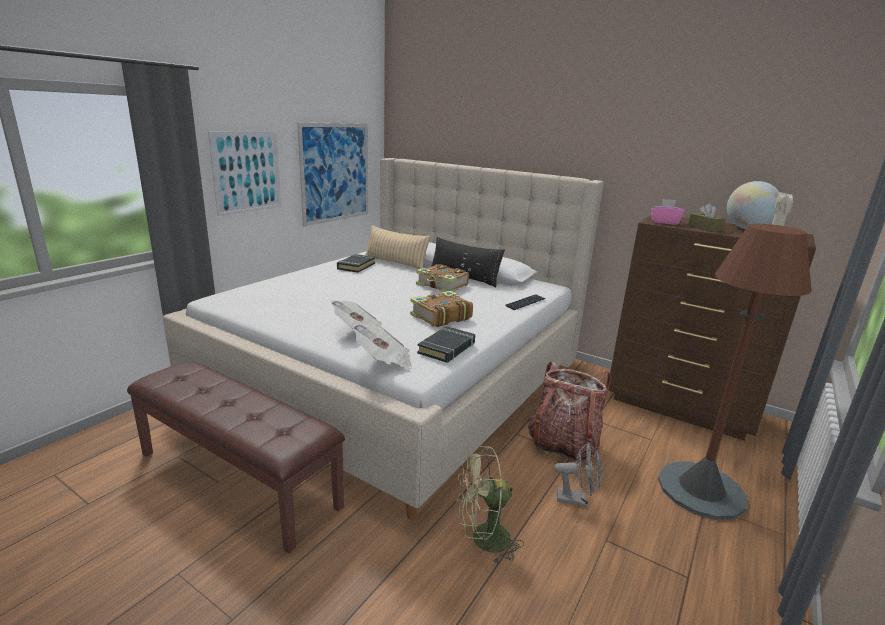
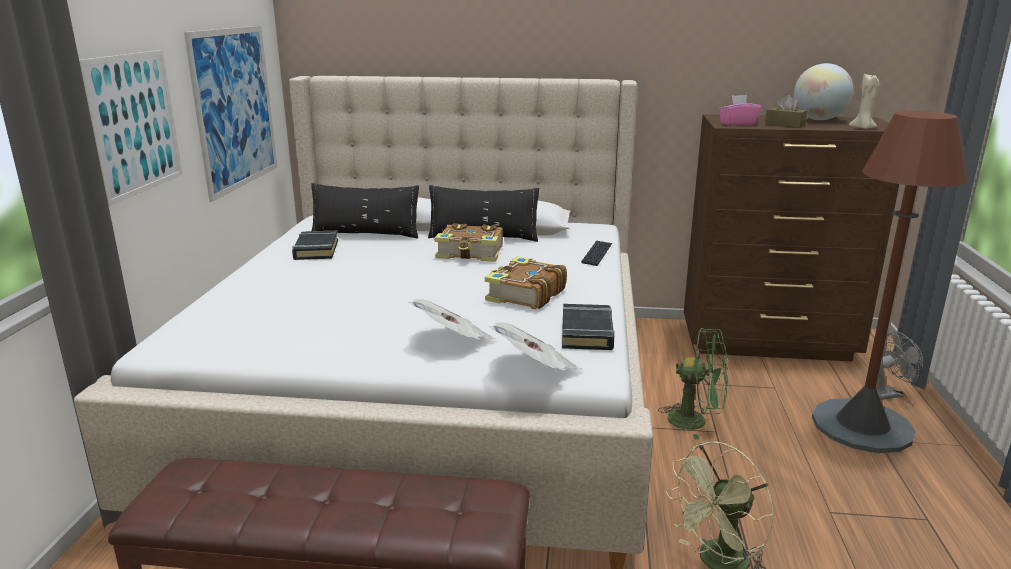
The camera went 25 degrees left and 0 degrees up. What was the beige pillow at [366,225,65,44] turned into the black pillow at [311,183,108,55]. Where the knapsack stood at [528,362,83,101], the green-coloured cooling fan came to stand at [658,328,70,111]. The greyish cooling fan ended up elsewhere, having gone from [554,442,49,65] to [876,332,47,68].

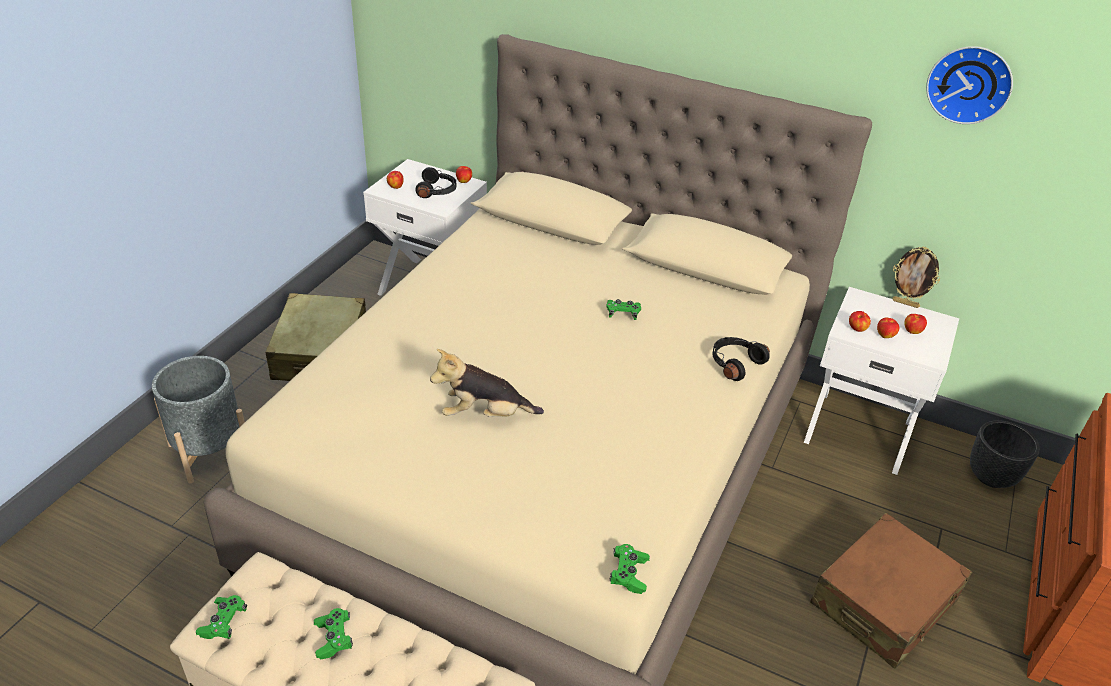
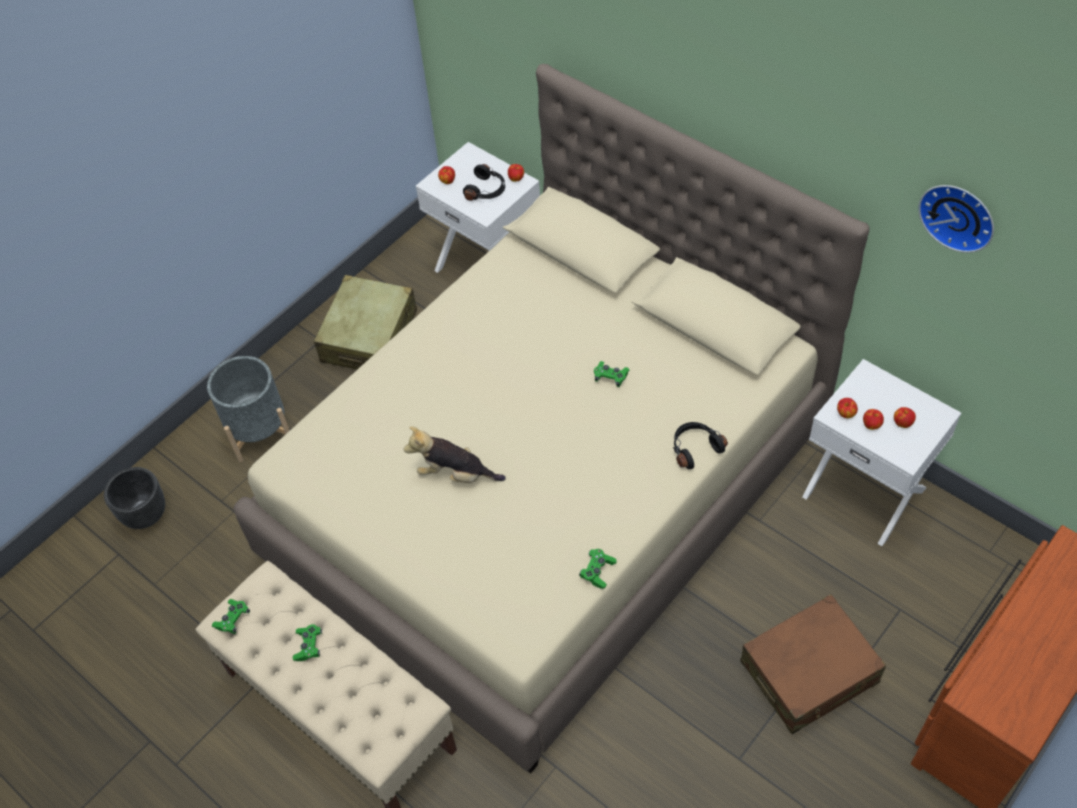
The camera went 20 degrees right and 15 degrees up. The black plant pot ended up elsewhere, having gone from [970,420,70,68] to [104,467,61,62]. The green-coloured joypad ended up elsewhere, having gone from [609,544,41,50] to [579,549,38,40]. The second view lost the photo frame at [892,247,48,61].

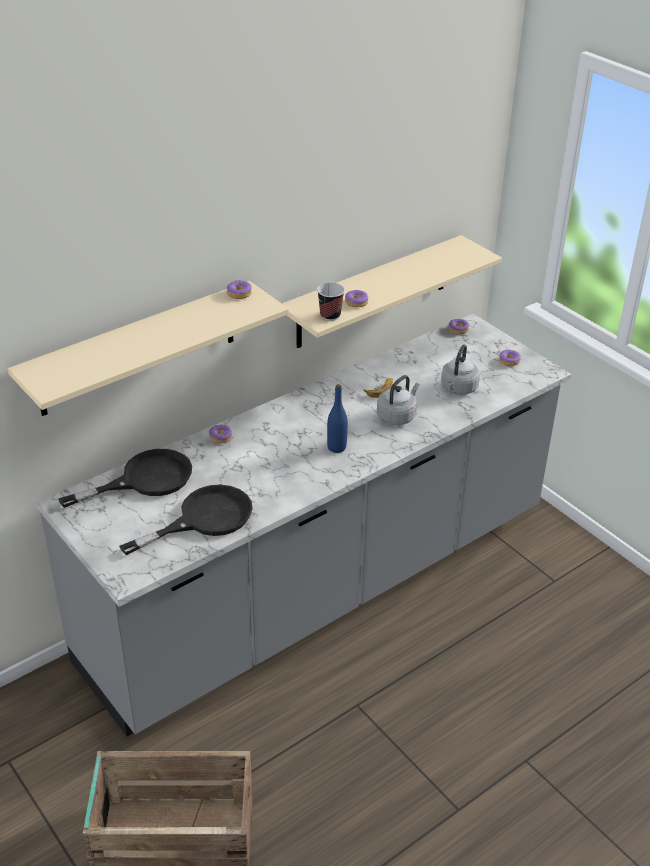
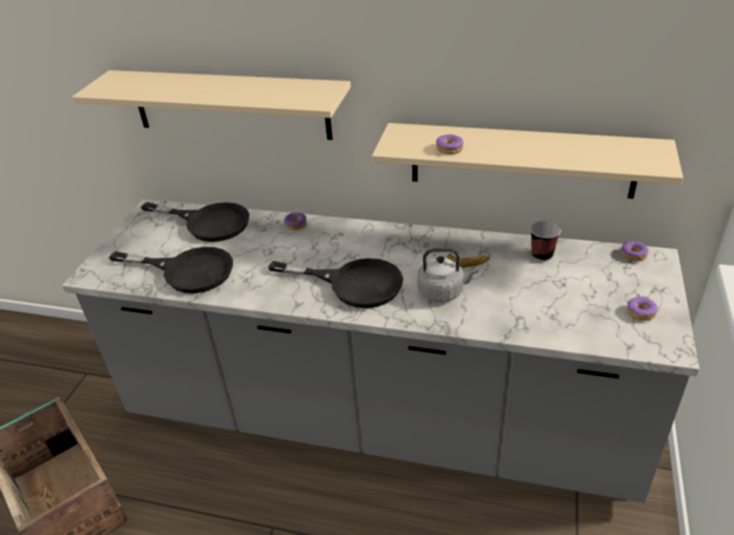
The camera went 55 degrees right and 0 degrees up. Where the blue-coloured bottle stood at [327,384,21,69], the black frying pan came to stand at [268,258,135,50]. The cup ended up elsewhere, having gone from [317,283,28,38] to [530,221,31,41]. The second view lost the doughnut at [227,280,25,19]. The second view lost the greyish tea kettle at [441,344,39,51].

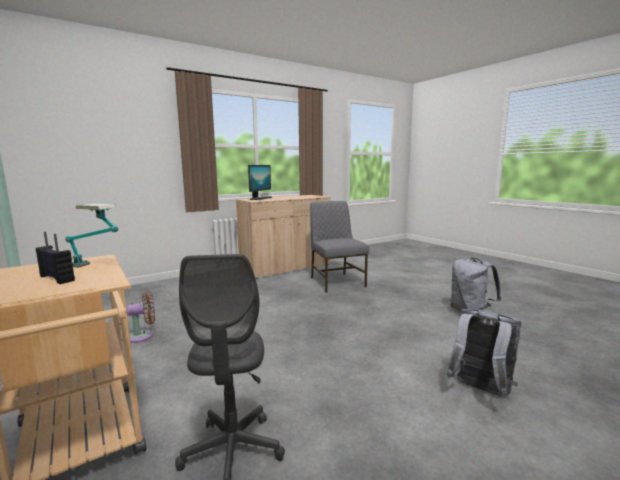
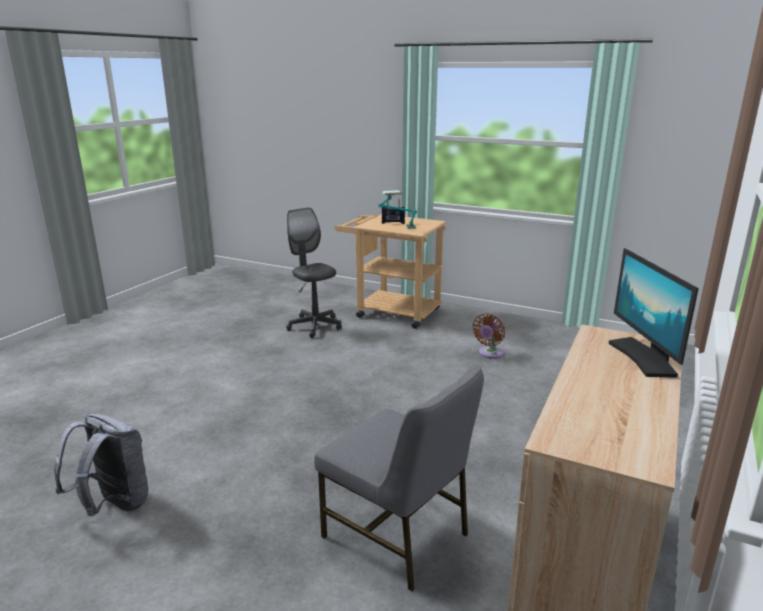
The camera went 150 degrees right and 10 degrees up. The second view lost the greyish knapsack at [446,309,76,88].

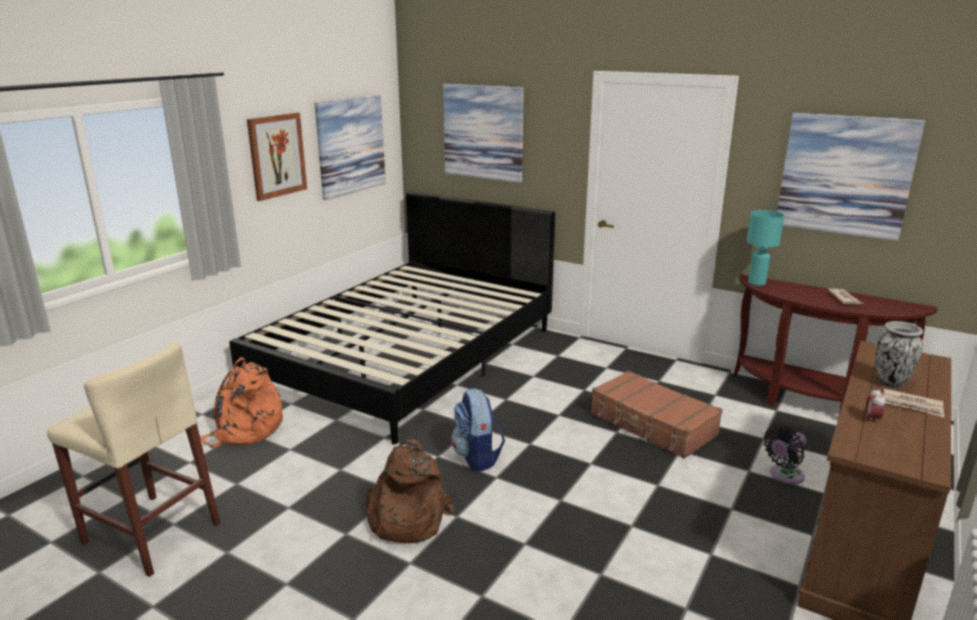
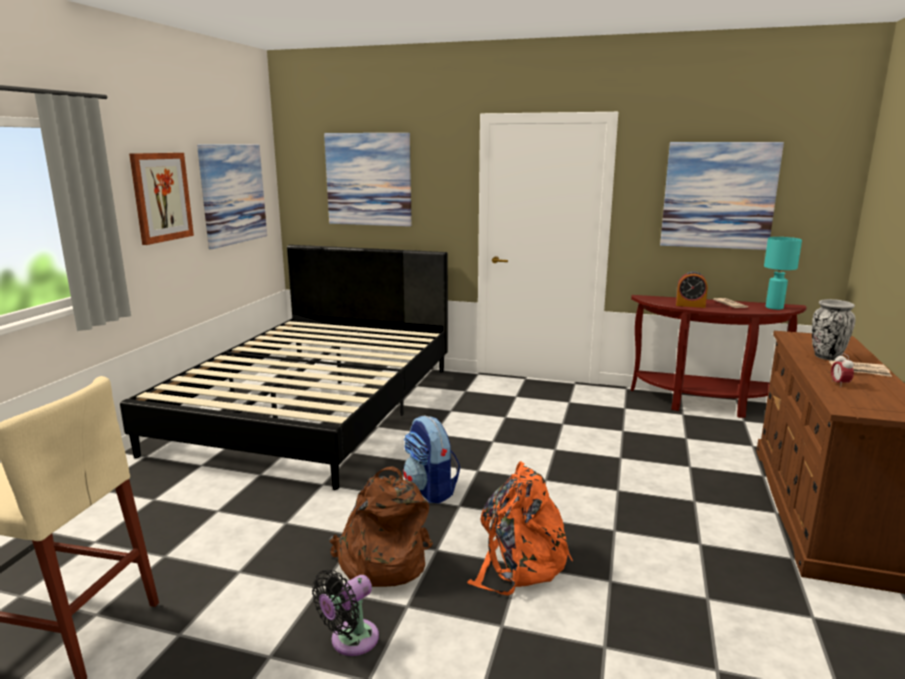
The camera went 15 degrees left and 5 degrees down. The black cooling fan ended up elsewhere, having gone from [764,425,42,60] to [312,570,67,86]. The orange-coloured knapsack ended up elsewhere, having gone from [200,357,83,91] to [467,461,106,134]. The second view gained the alarm clock at [676,271,32,37]. The turquoise tabletop lamp ended up elsewhere, having gone from [747,210,37,76] to [764,237,38,73]. The second view lost the brownish suitcase at [591,371,132,88].

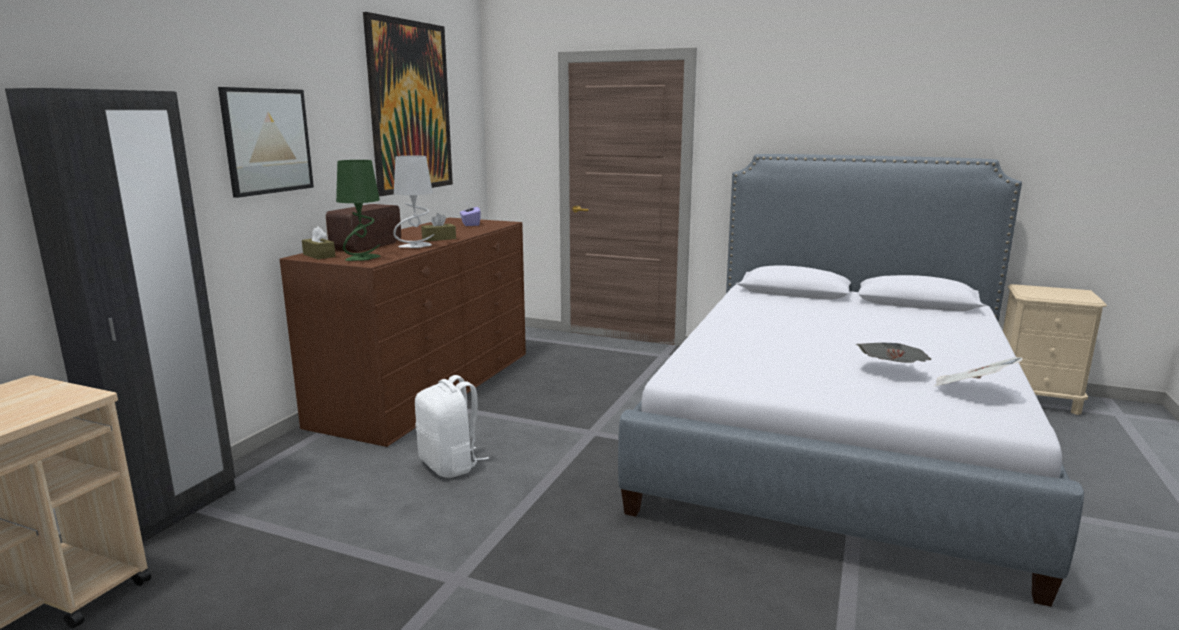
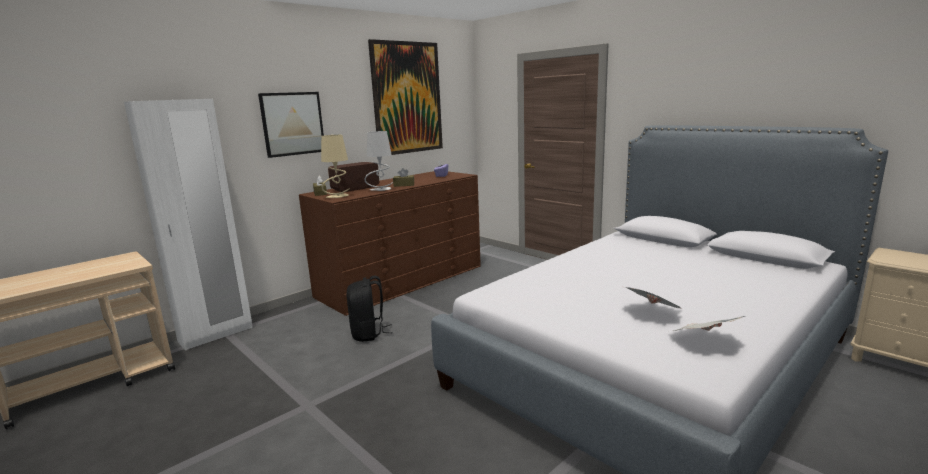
The camera went 25 degrees right and 0 degrees up. What was the black armoire at [5,88,231,454] turned into the whitish armoire at [124,99,129,252]. What was the green-coloured tabletop lamp at [336,160,44,101] turned into the beige tabletop lamp at [321,135,29,63]. What was the whitish knapsack at [415,375,74,103] turned into the black knapsack at [347,276,46,66].

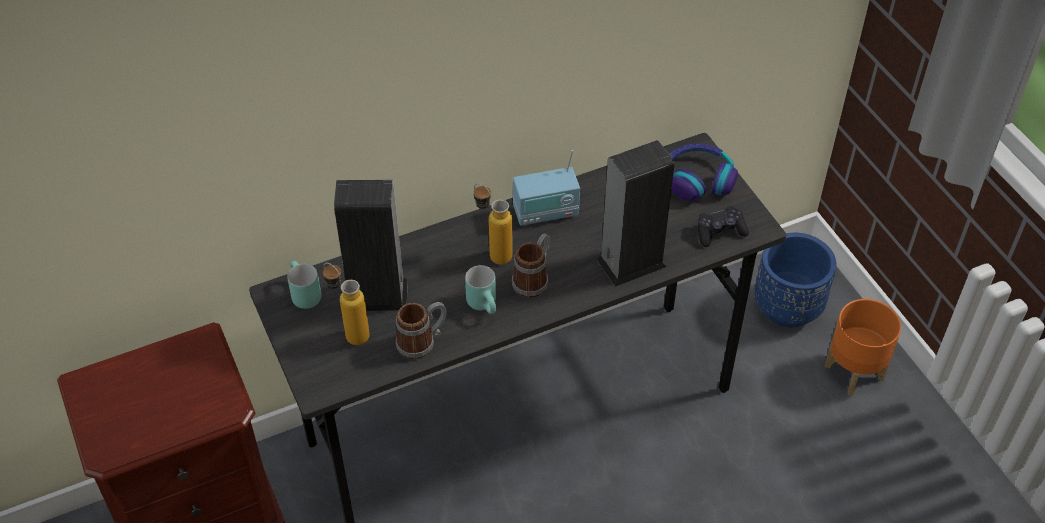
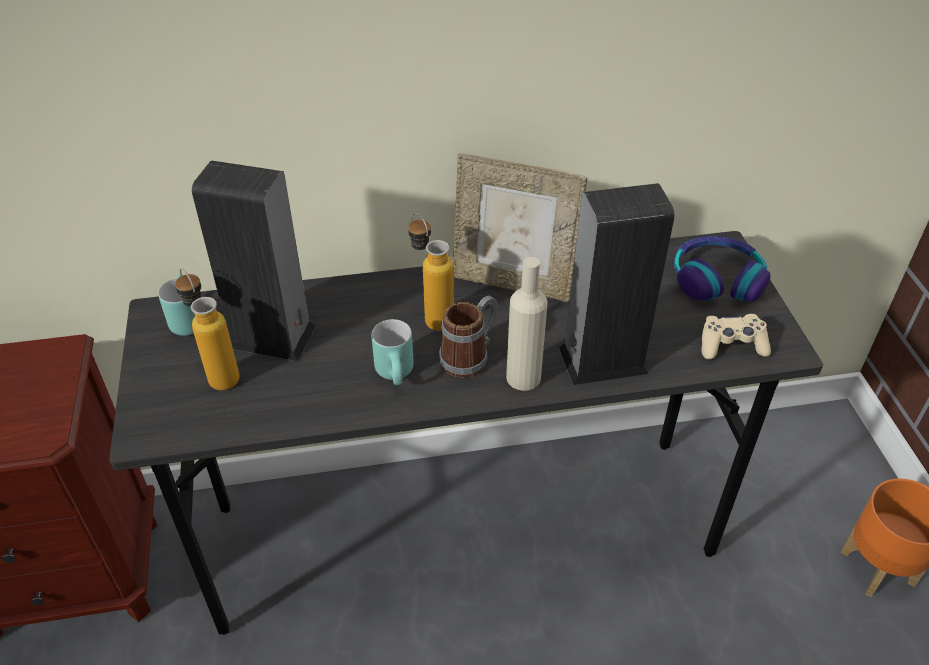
The camera went 15 degrees right and 5 degrees down. Where the radio stood at [513,150,67,76], the photo frame came to stand at [453,153,135,149]. The second view gained the beige bottle at [506,257,42,134]. What was the black joypad at [698,206,51,41] turned into the beige joypad at [701,314,70,46]. The second view lost the mug at [396,302,51,58]. The second view lost the blue-coloured plant pot at [755,233,82,94].

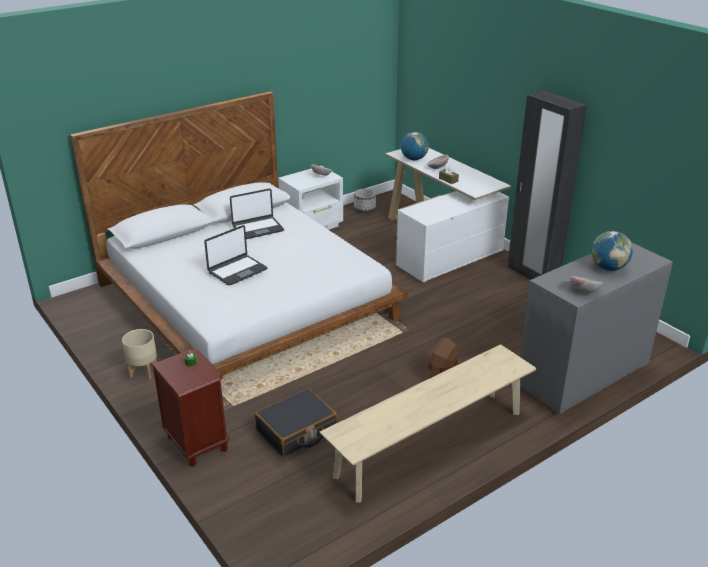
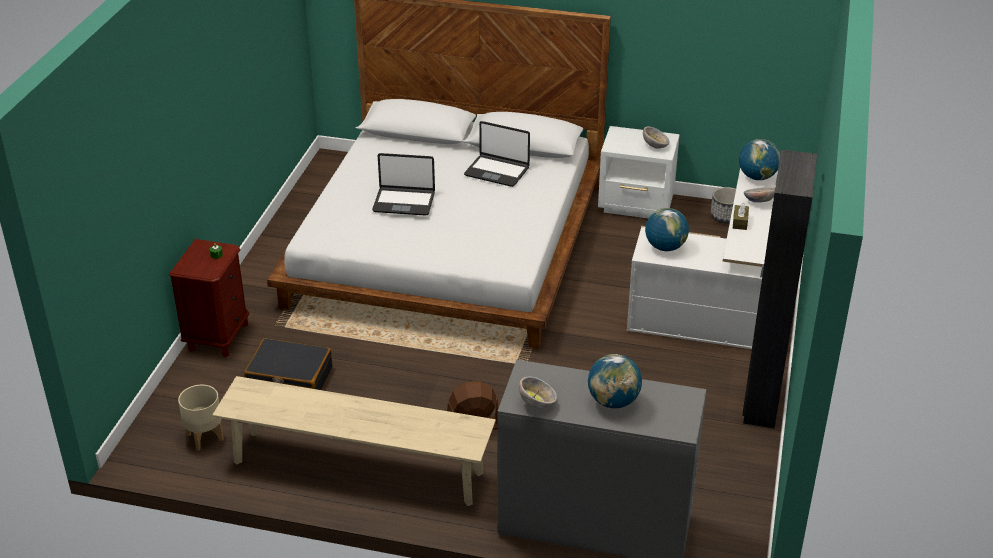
The camera went 50 degrees right and 5 degrees up. The beige plant pot ended up elsewhere, having gone from [122,329,35,50] to [178,385,46,65]. The second view gained the globe at [645,208,44,43].

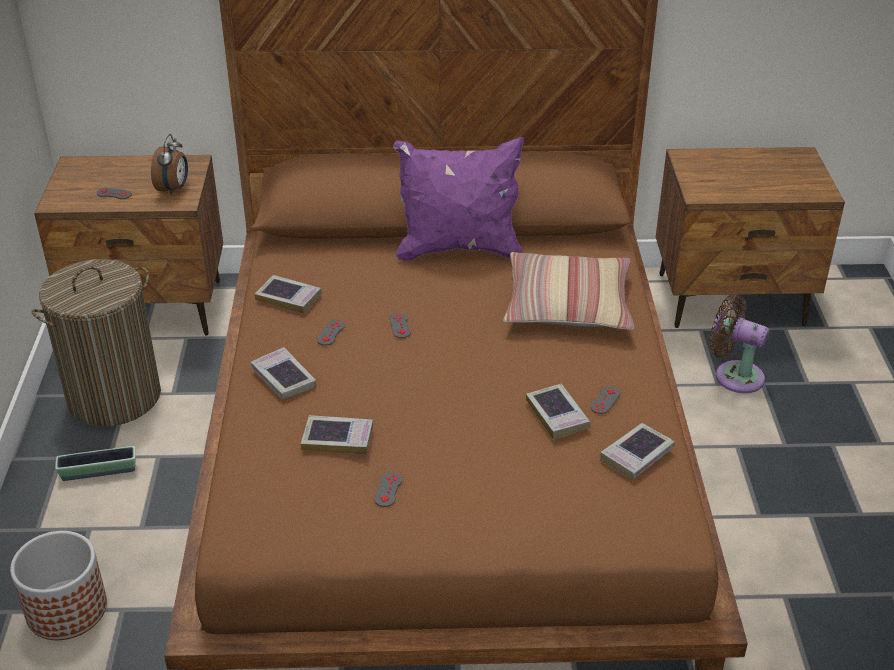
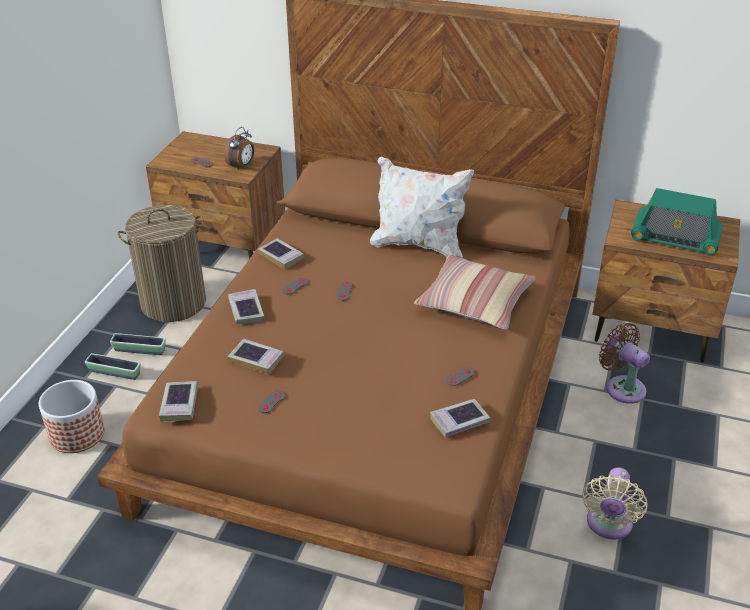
The camera went 20 degrees right and 0 degrees up. The second view gained the plant pot at [85,353,56,27]. The volume ended up elsewhere, having gone from [526,384,64,55] to [159,381,39,41]. What was the purple-coloured pillow at [393,137,131,125] turned into the whitish pillow at [370,156,104,102]. The second view gained the beige cooling fan at [582,467,66,73]. The second view gained the radio at [631,188,92,68].

